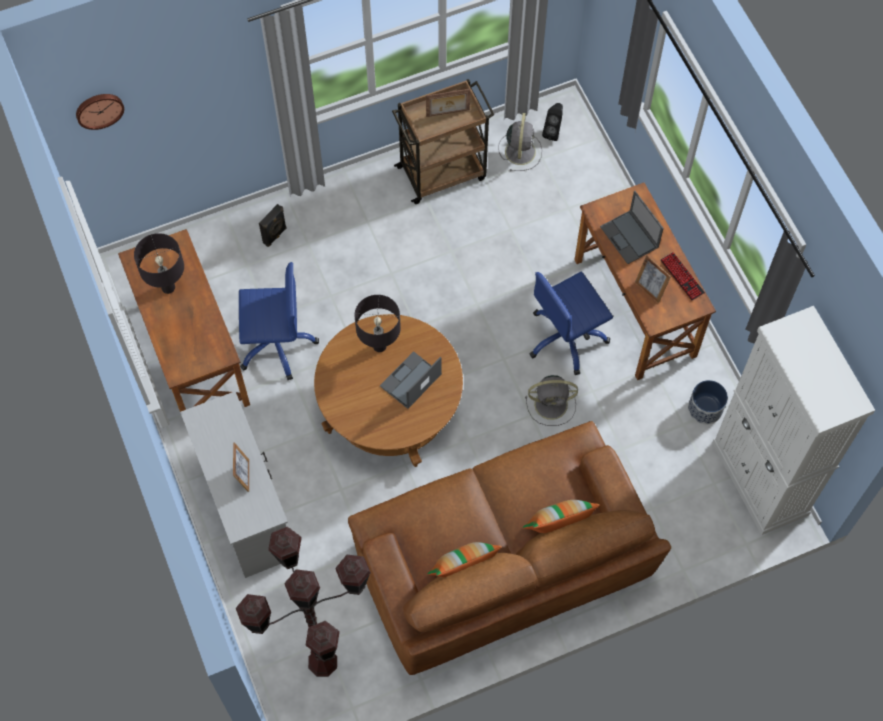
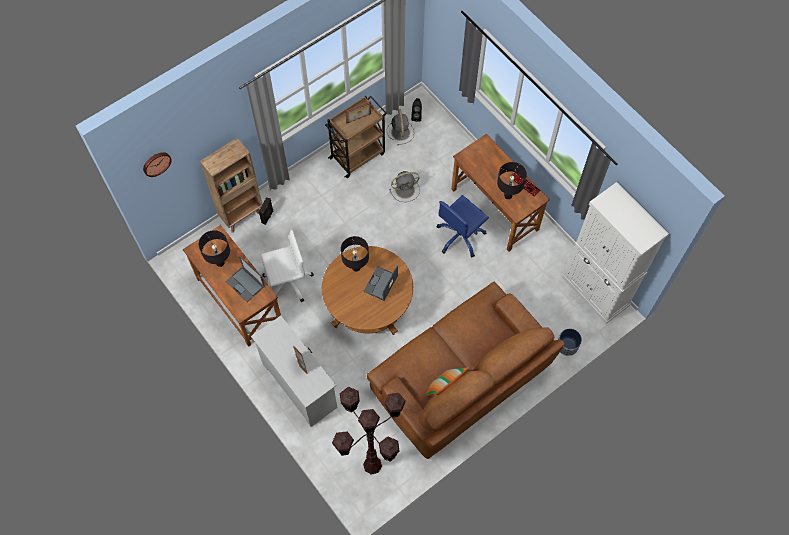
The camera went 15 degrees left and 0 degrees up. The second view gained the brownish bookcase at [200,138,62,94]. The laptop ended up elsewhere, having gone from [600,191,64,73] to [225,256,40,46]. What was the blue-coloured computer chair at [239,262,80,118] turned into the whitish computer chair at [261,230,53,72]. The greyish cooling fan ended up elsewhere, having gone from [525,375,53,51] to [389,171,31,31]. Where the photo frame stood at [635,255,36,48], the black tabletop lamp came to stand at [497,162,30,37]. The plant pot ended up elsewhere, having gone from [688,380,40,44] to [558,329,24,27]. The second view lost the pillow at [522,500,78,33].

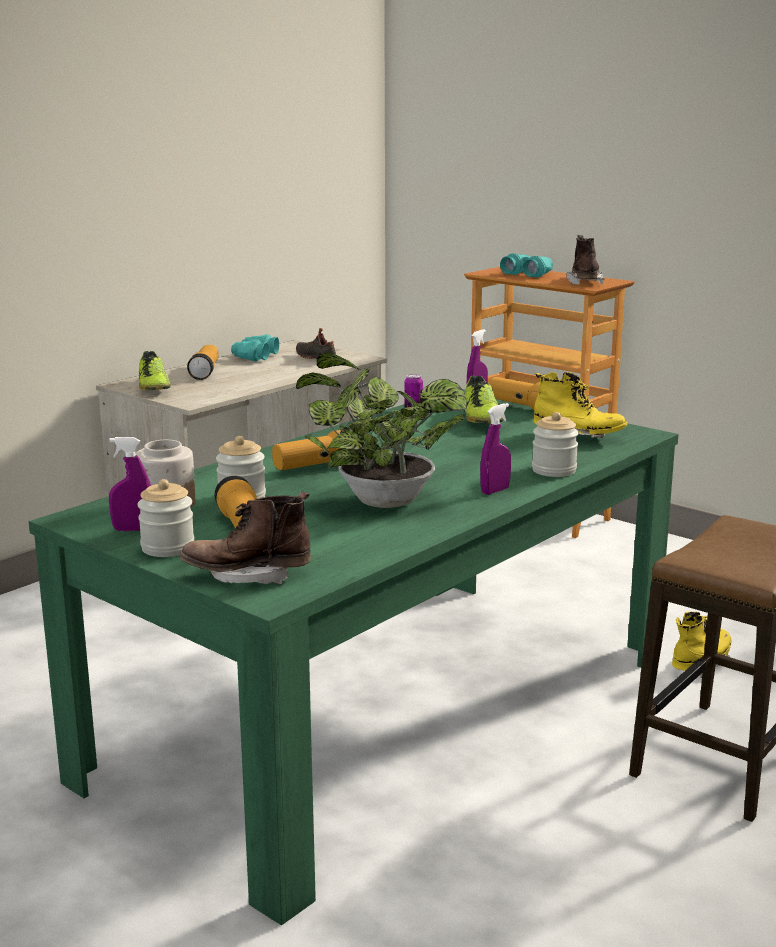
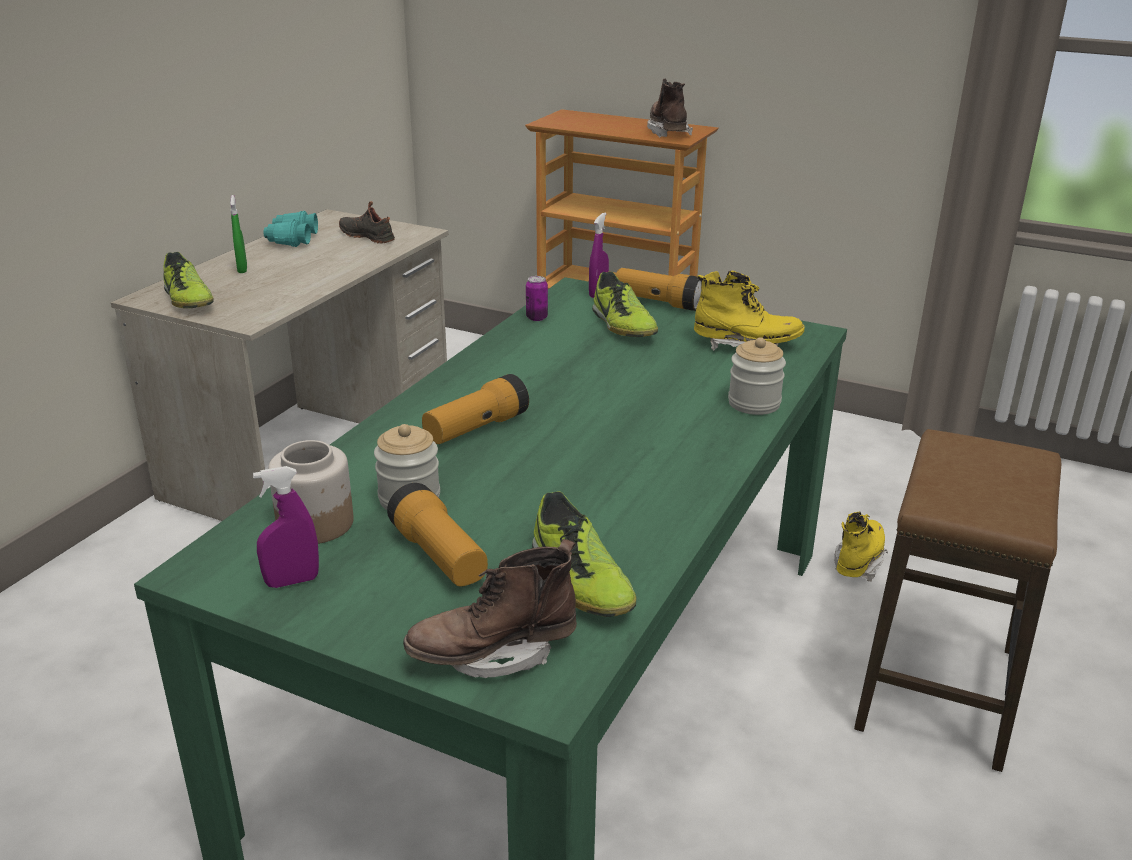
The camera went 15 degrees left and 10 degrees up. Where the flashlight stood at [187,345,32,35], the green-coloured spray bottle came to stand at [230,195,17,78]. The second view gained the item of footwear at [532,491,105,126]. The second view lost the preserve jar at [137,479,58,78]. The second view lost the potted plant at [296,353,171,155]. The second view lost the purple-coloured spray bottle at [480,403,31,92]. The second view lost the turquoise field glasses at [500,253,53,24].

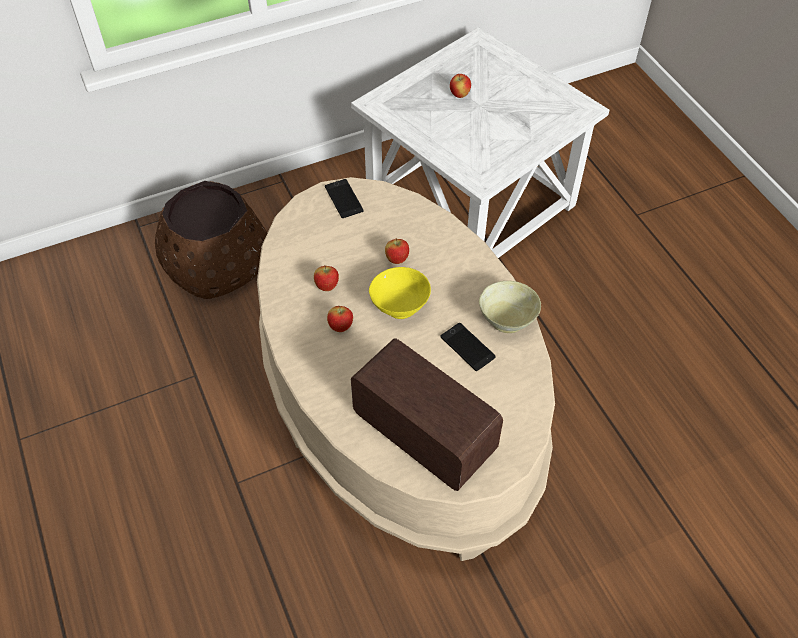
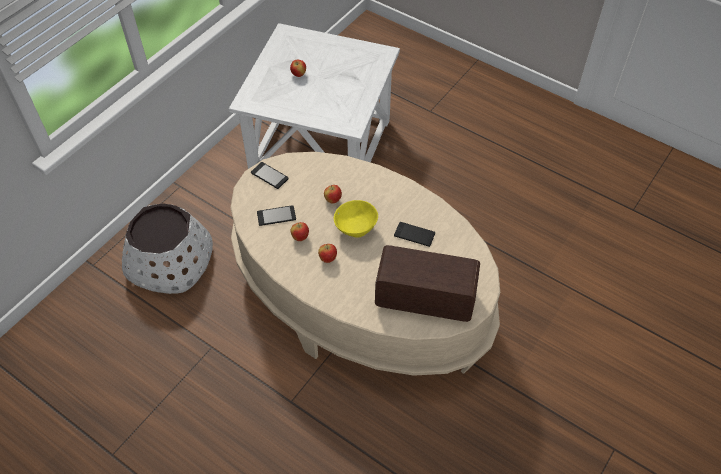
The camera went 30 degrees left and 0 degrees up. What was the brownish plant pot at [155,181,112,118] turned into the whitish plant pot at [122,203,91,91]. The second view gained the phone at [257,205,39,21]. The second view lost the beige bowl at [479,281,62,52].

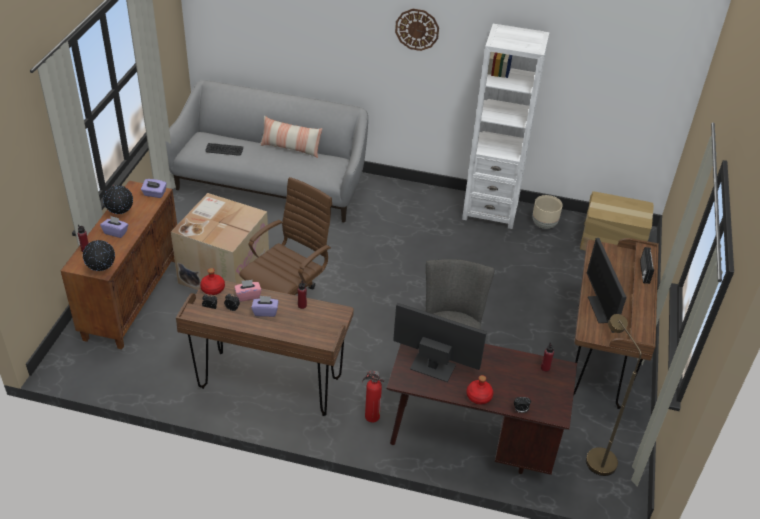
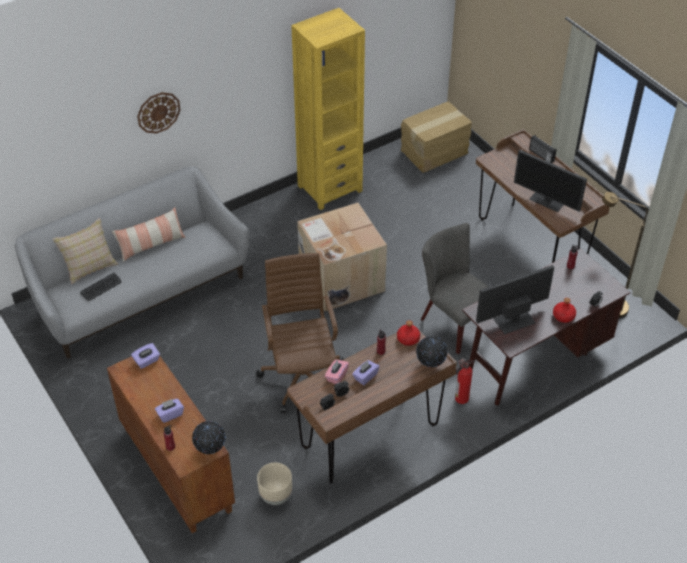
The camera went 45 degrees left and 5 degrees up. The second view gained the beige pillow at [52,218,67,66]. The clock on the wall ended up elsewhere, having gone from [395,9,44,42] to [137,92,44,42]. The beige plant pot ended up elsewhere, having gone from [533,195,30,34] to [257,463,35,42]. What was the whitish bookcase at [462,24,88,205] turned into the yellowish bookcase at [291,8,74,202]. The carton ended up elsewhere, having gone from [171,193,98,97] to [297,203,90,108]. The red bottle ended up elsewhere, having gone from [200,268,25,27] to [397,320,23,26]. The globe ended up elsewhere, having gone from [103,185,30,29] to [416,336,31,31].

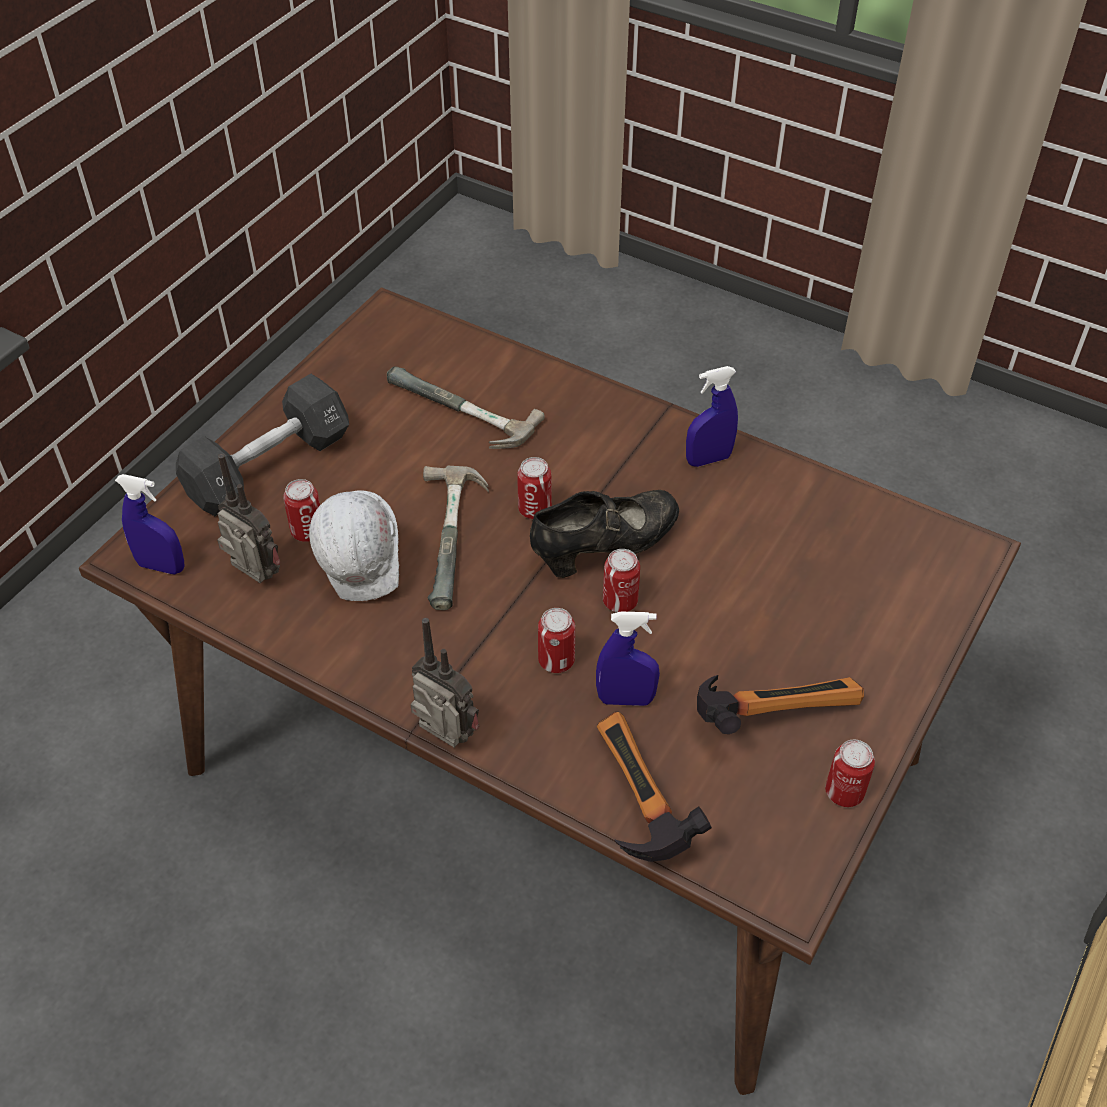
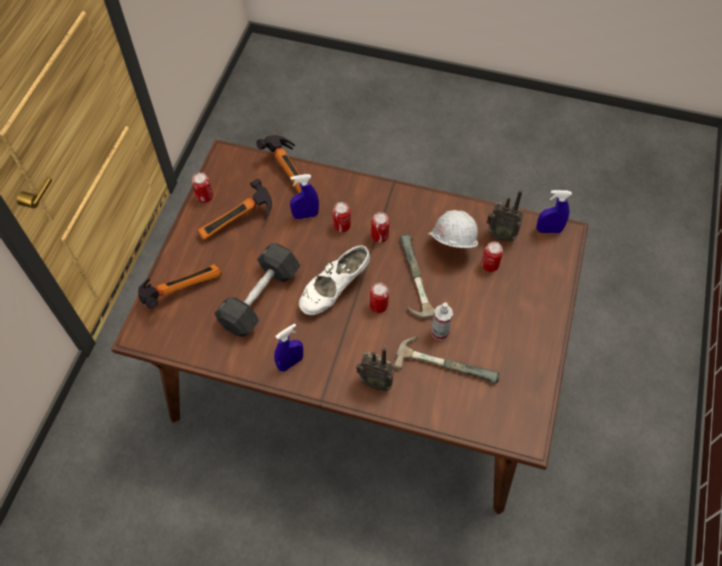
The camera went 165 degrees right and 10 degrees up. The second view gained the hammer at [138,264,84,44]. The black dumbbell ended up elsewhere, having gone from [176,374,173,142] to [214,243,86,94]. What was the black item of footwear at [530,490,149,88] turned into the whitish item of footwear at [299,245,71,70]. The radio ended up elsewhere, having gone from [410,618,69,130] to [356,347,38,44]. The sealed can ended up elsewhere, having gone from [603,549,37,63] to [371,212,18,31]. The second view gained the spray bottle at [431,302,22,38].

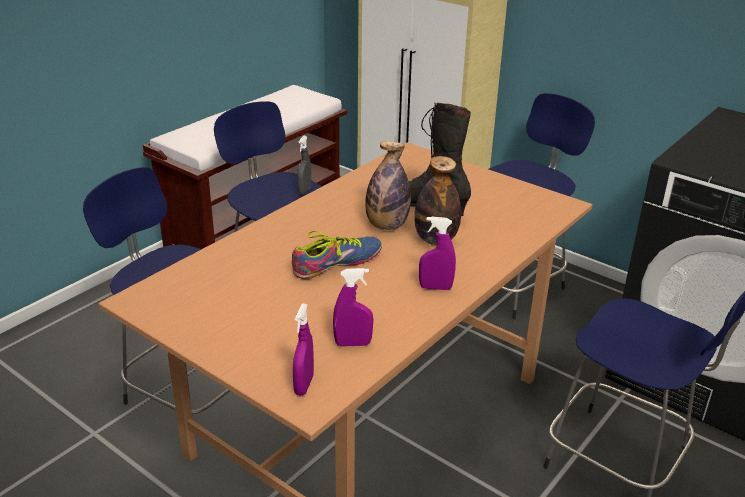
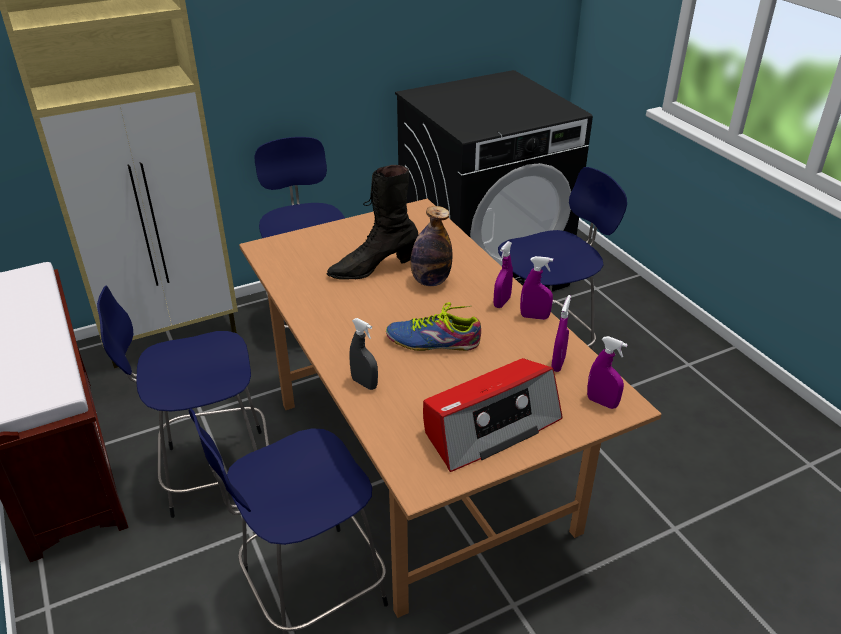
The camera went 65 degrees left and 5 degrees up. The greyish spray bottle ended up elsewhere, having gone from [297,136,14,58] to [349,318,29,72]. The item of footwear at [292,231,90,48] ended up facing another way, 75 degrees counterclockwise from before. The second view gained the radio at [423,358,140,114]. The second view gained the purple-coloured spray bottle at [520,256,33,64]. The second view lost the bottle at [365,141,46,89].

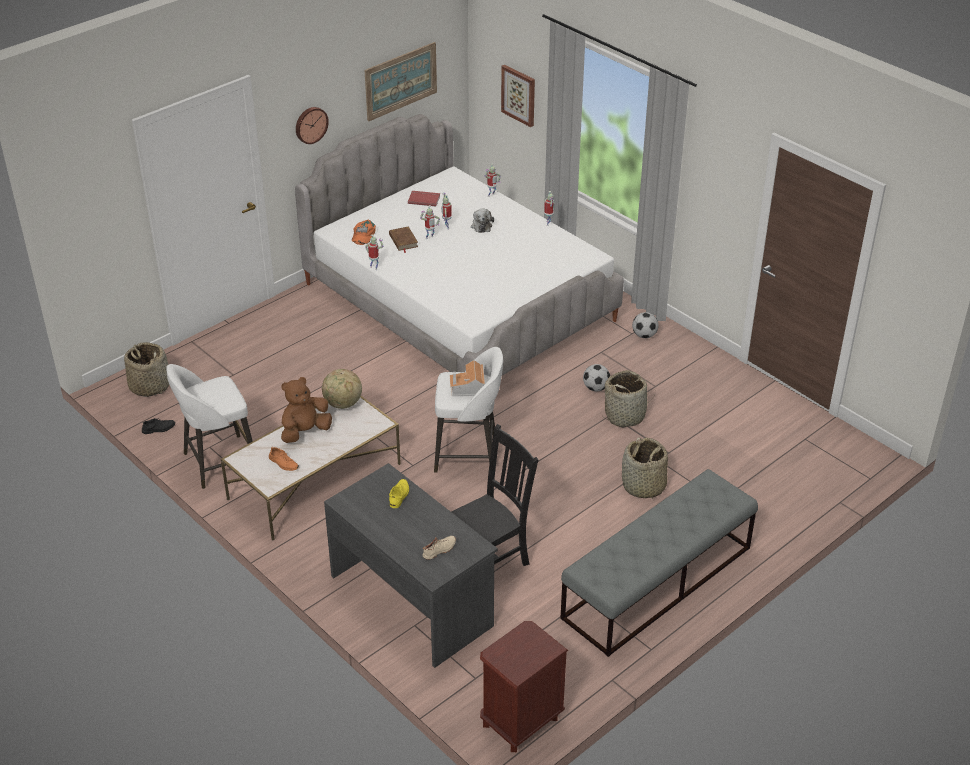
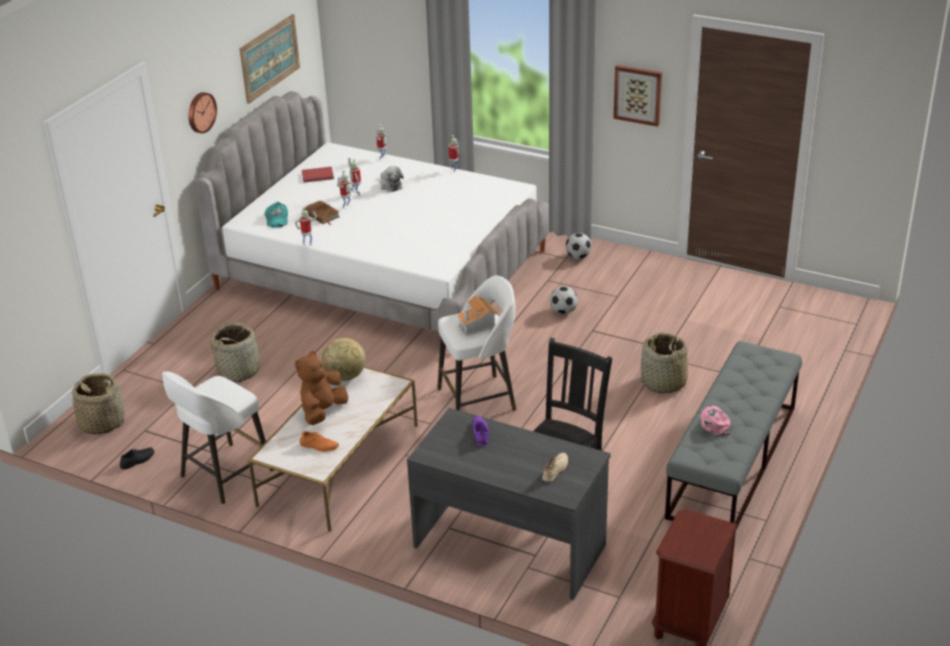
The camera went 20 degrees left and 5 degrees down. The household basket ended up elsewhere, having gone from [602,370,52,57] to [210,322,54,61]. What was the orange-coloured peaked cap at [352,220,24,25] turned into the turquoise peaked cap at [265,202,23,26]. What was the yellowish item of footwear at [389,479,20,29] turned into the purple-coloured item of footwear at [472,416,17,30]. The wall art ended up elsewhere, having gone from [501,65,34,62] to [614,65,48,62]. The second view gained the pink peaked cap at [700,406,31,30].

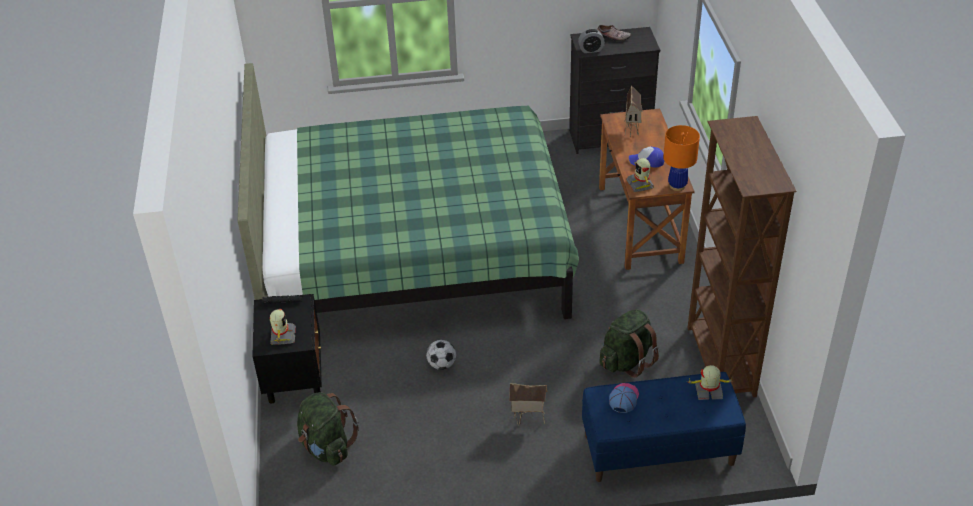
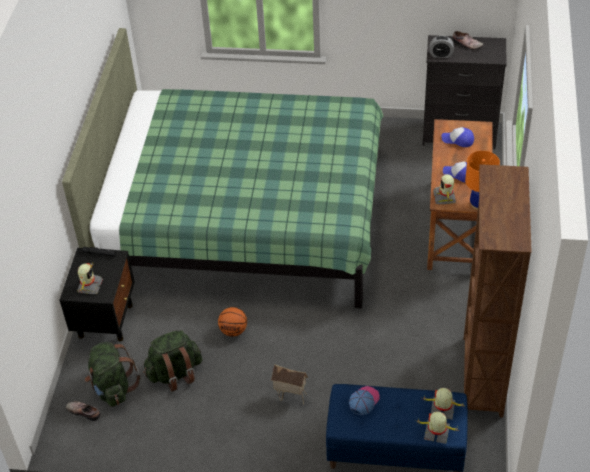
The camera went 15 degrees right and 5 degrees up. The second view gained the item of footwear at [66,401,34,20]. The green-coloured knapsack ended up elsewhere, having gone from [599,309,60,69] to [143,330,59,61]. Where the football stood at [426,340,30,30], the ball for basketball came to stand at [218,307,29,30]. The second view gained the toy robot at [415,411,43,33]. Where the model house stood at [624,85,19,52], the peaked cap came to stand at [442,127,32,20].

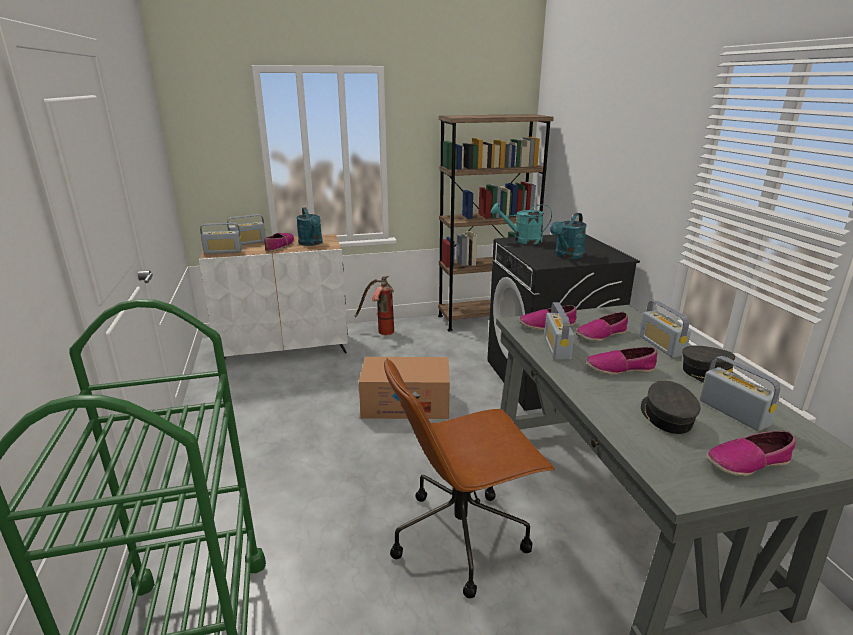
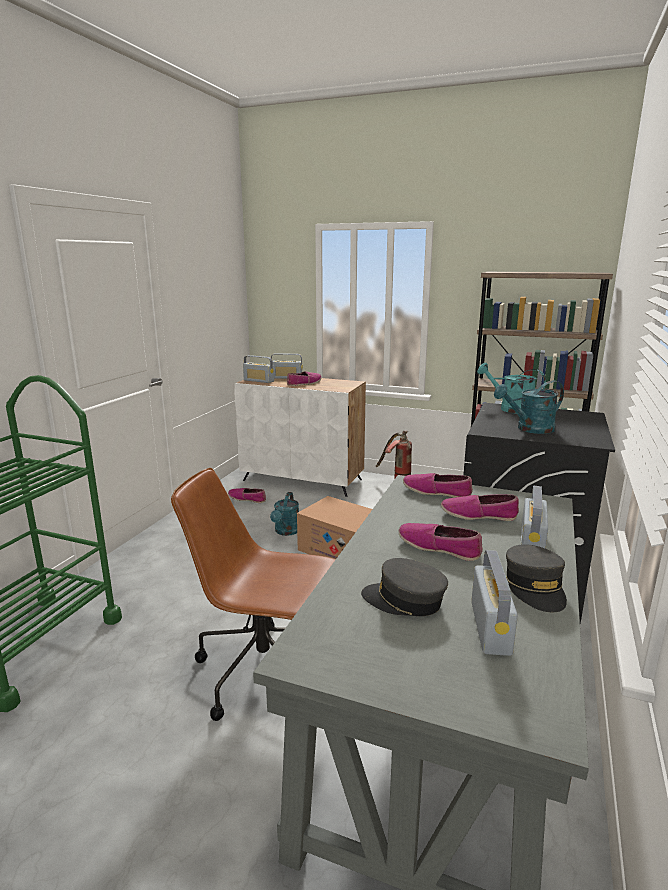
The camera went 35 degrees right and 5 degrees down. The item of footwear ended up elsewhere, having gone from [706,431,89,45] to [228,488,38,15]. The turquoise watering pot ended up elsewhere, having gone from [296,207,27,39] to [270,492,29,44]. The greyish peaked cap at [641,380,59,54] ended up facing another way, 105 degrees counterclockwise from before. The second view lost the radio at [544,302,30,58].

